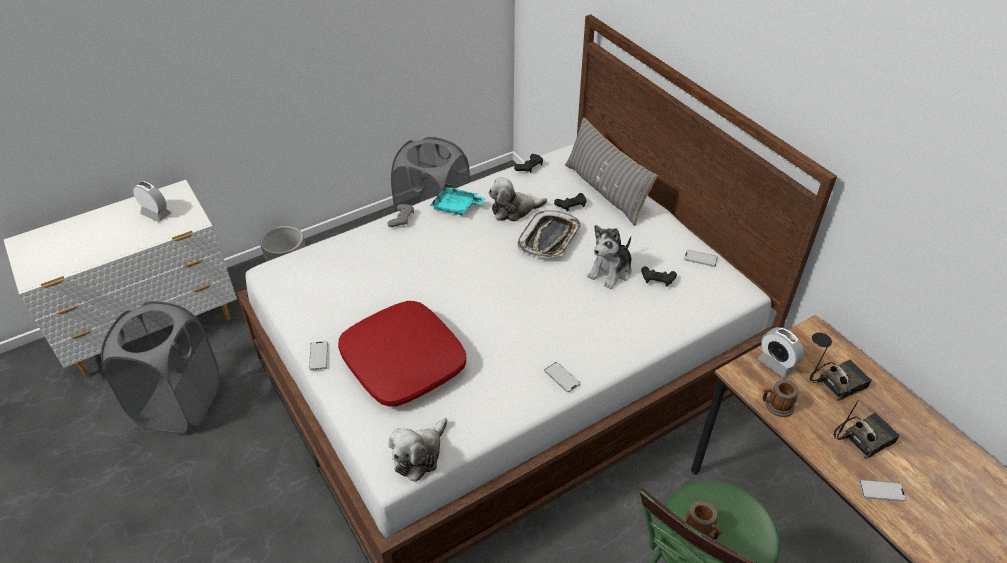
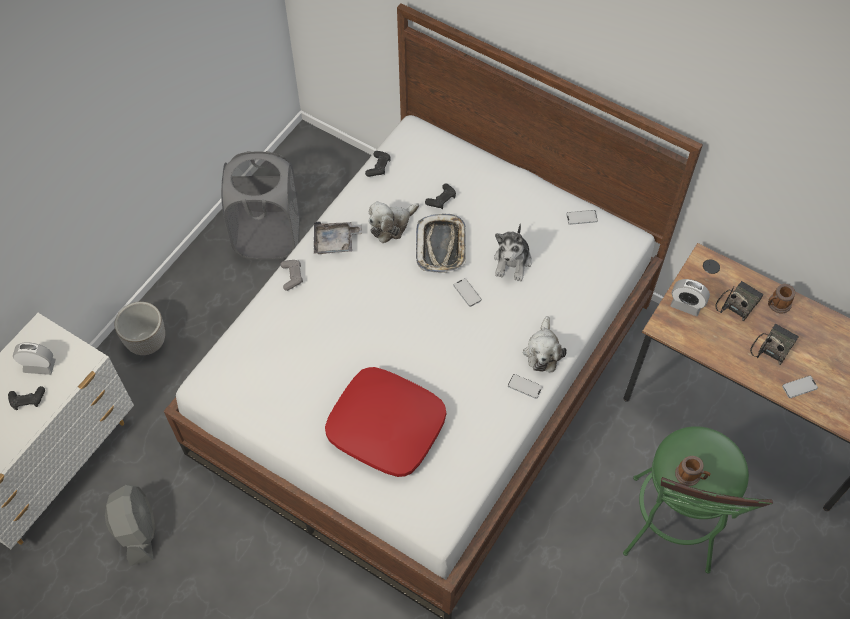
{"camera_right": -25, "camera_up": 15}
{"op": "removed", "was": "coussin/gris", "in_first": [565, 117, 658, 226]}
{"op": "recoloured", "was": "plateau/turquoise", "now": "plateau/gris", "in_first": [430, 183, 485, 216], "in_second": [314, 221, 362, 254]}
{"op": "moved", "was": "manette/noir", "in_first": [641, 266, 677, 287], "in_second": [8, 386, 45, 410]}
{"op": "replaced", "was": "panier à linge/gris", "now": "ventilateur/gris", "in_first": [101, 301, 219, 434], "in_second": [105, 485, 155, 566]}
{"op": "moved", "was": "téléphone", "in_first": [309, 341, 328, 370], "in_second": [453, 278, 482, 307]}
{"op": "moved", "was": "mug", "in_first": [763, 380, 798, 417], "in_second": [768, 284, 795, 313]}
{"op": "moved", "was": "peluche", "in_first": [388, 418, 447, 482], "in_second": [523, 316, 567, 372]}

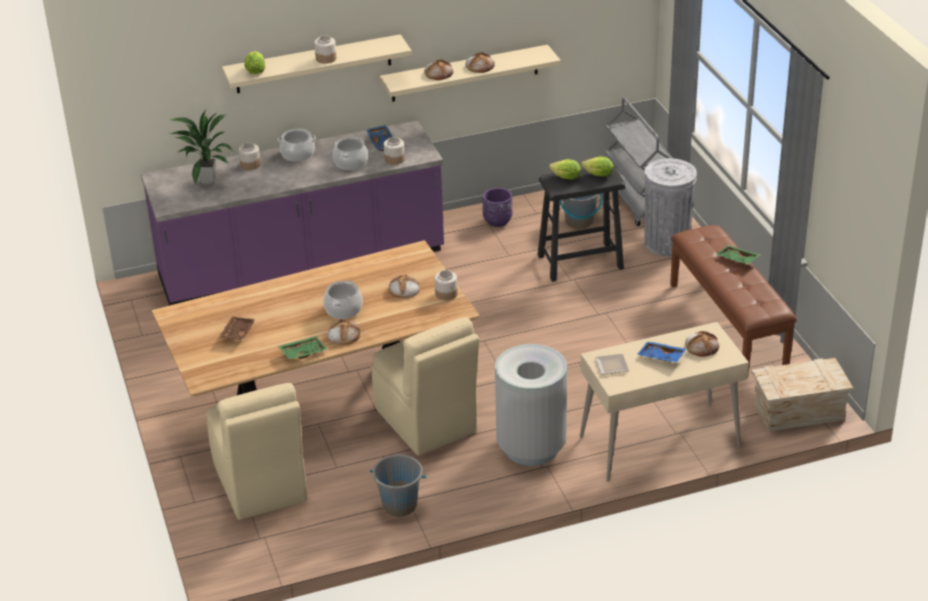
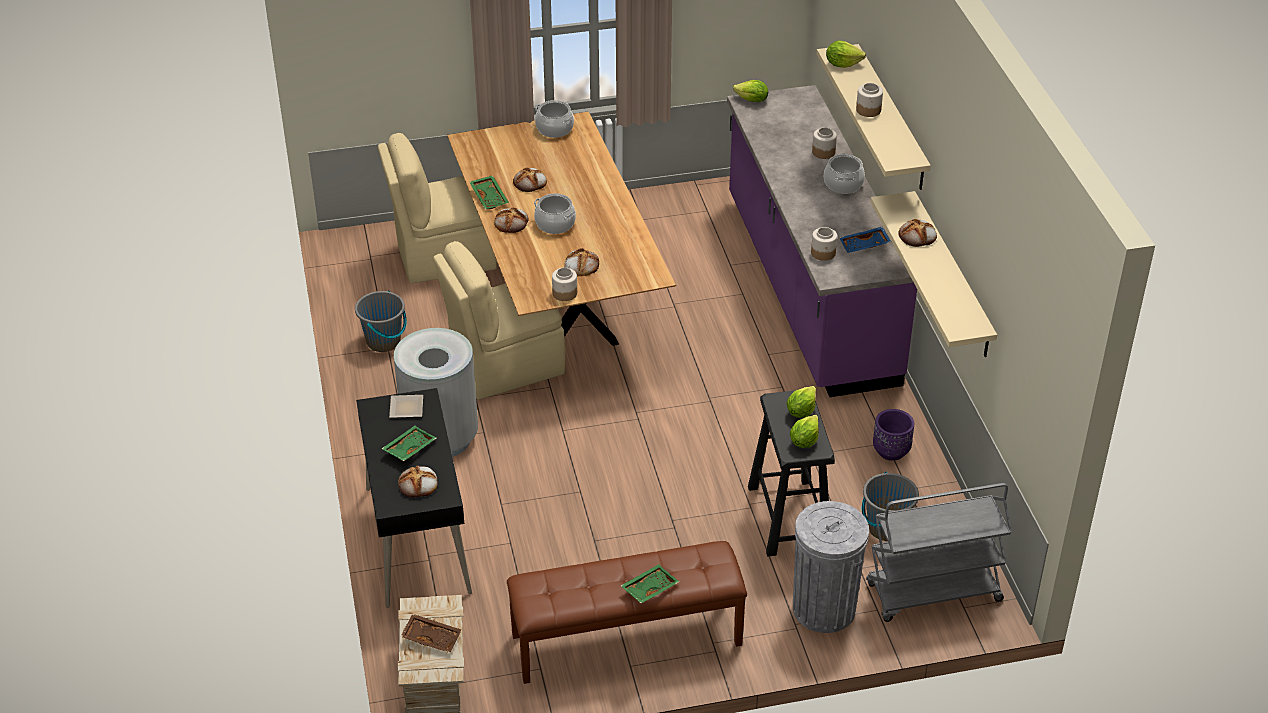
{"camera_right": 95, "camera_up": 5}
{"op": "moved", "was": "pain", "in_first": [465, 52, 495, 73], "in_second": [513, 168, 547, 192]}
{"op": "removed", "was": "plante en pot", "in_first": [168, 109, 234, 184]}
{"op": "moved", "was": "marmite", "in_first": [333, 137, 368, 170], "in_second": [535, 100, 574, 138]}
{"op": "moved", "was": "plateau/marron", "in_first": [219, 316, 256, 340], "in_second": [401, 614, 461, 653]}
{"op": "recoloured", "was": "bureau/beige", "now": "bureau/noir", "in_first": [580, 322, 749, 482], "in_second": [356, 388, 472, 608]}
{"op": "recoloured", "was": "plateau/bleu", "now": "plateau/vert", "in_first": [637, 341, 687, 363], "in_second": [381, 426, 436, 461]}
{"op": "added", "now": "laitue", "in_second": [733, 80, 768, 102]}

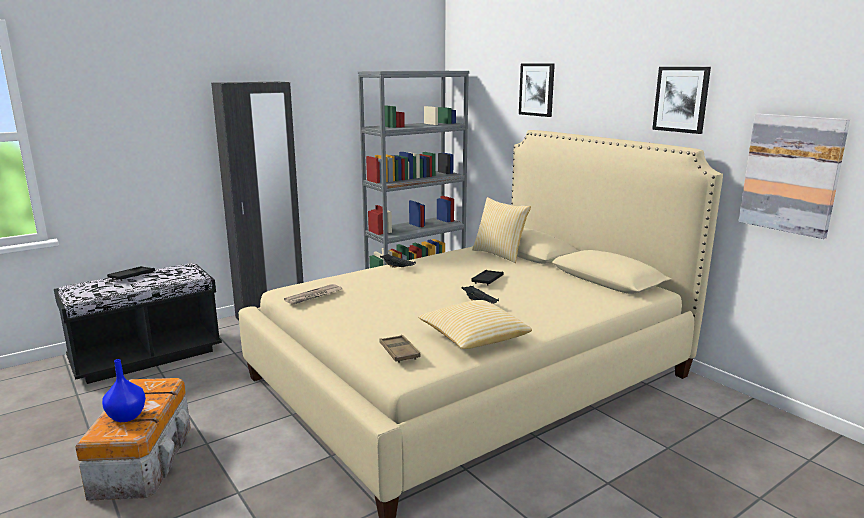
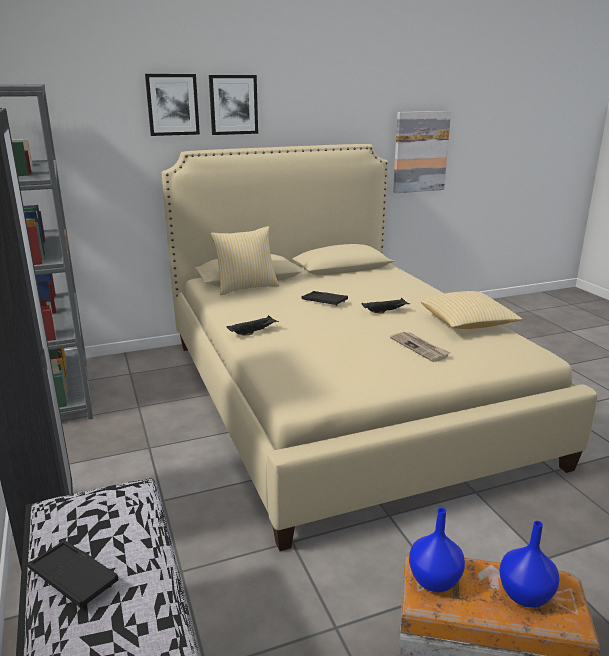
{"camera_right": -75, "camera_up": 5}
{"op": "moved", "was": "tableau", "in_first": [652, 67, 711, 134], "in_second": [209, 75, 258, 135]}
{"op": "moved", "was": "journal", "in_first": [284, 284, 342, 305], "in_second": [390, 332, 451, 362]}
{"op": "removed", "was": "plateau/marron", "in_first": [379, 335, 421, 363]}
{"op": "added", "now": "vase/bleu", "in_second": [409, 508, 465, 592]}

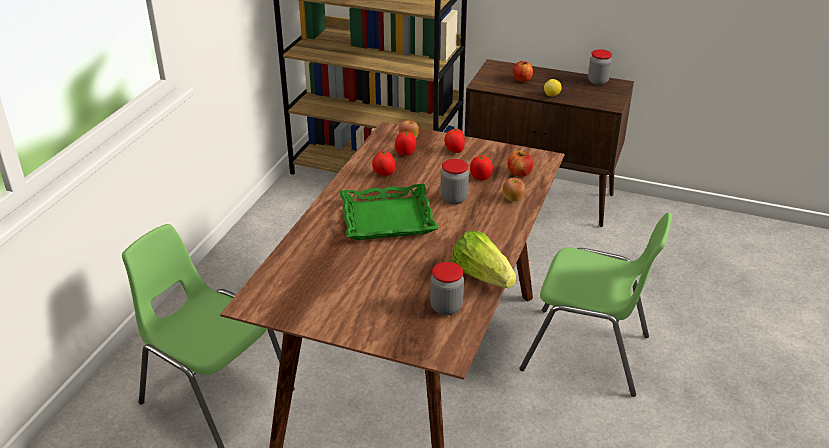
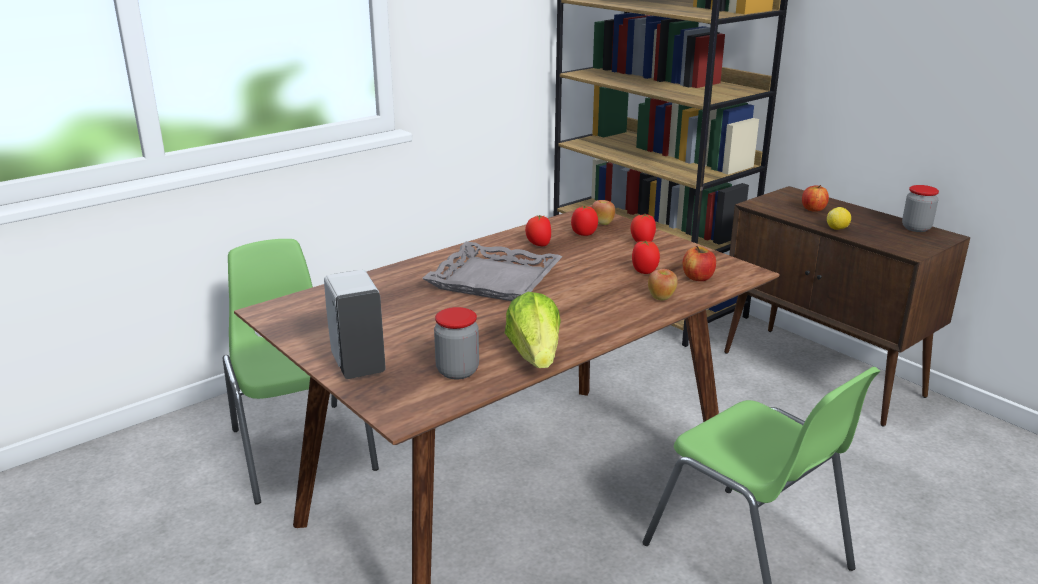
{"camera_right": 30, "camera_up": -10}
{"op": "removed", "was": "bocal", "in_first": [440, 159, 469, 205]}
{"op": "recoloured", "was": "plateau/vert", "now": "plateau/gris", "in_first": [340, 184, 438, 240], "in_second": [422, 241, 563, 301]}
{"op": "added", "now": "distributeur de savon/blanc", "in_second": [324, 270, 386, 379]}

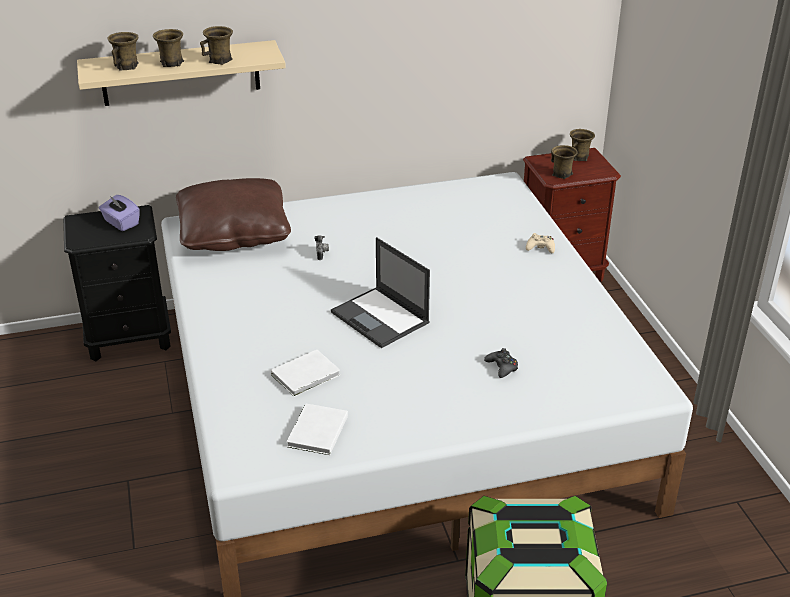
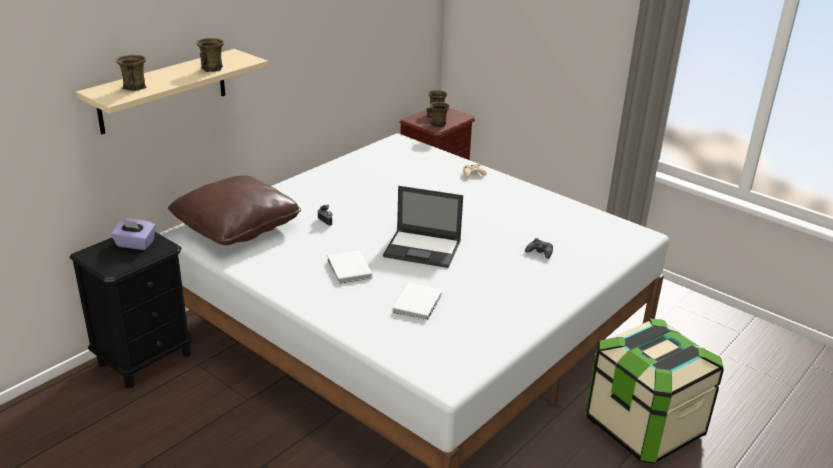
{"camera_right": -35, "camera_up": -5}
{"op": "removed", "was": "mug/marron", "in_first": [153, 29, 184, 67]}
{"op": "moved", "was": "livre/blanc", "in_first": [286, 404, 348, 455], "in_second": [327, 250, 372, 284]}

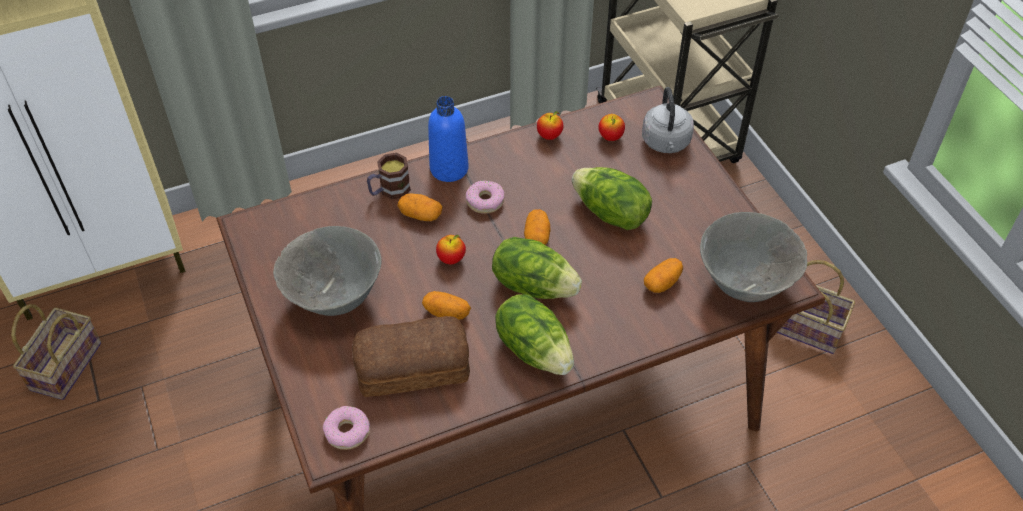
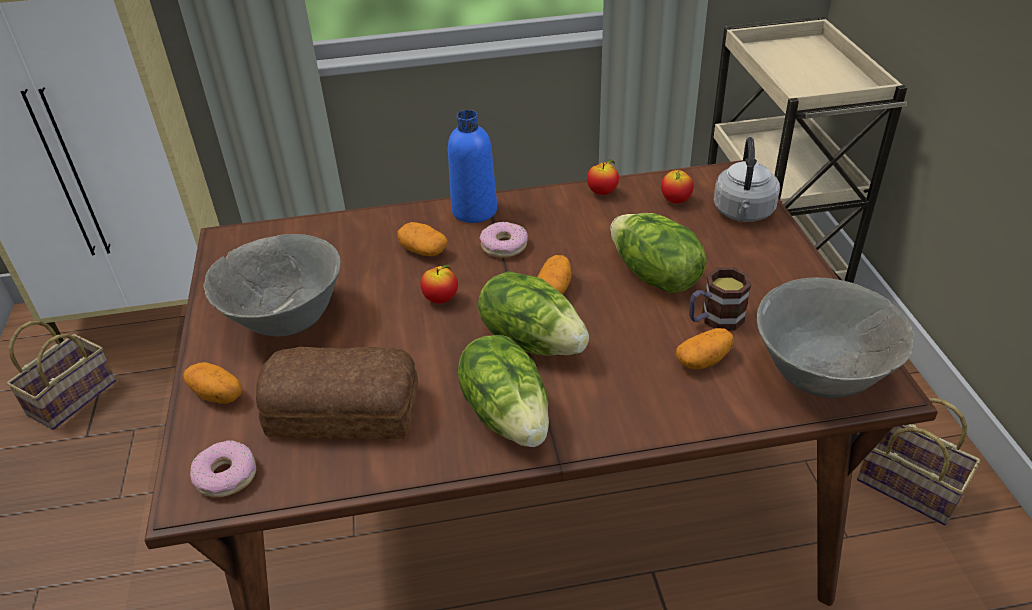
{"camera_right": 15, "camera_up": -10}
{"op": "moved", "was": "mug", "in_first": [367, 153, 411, 199], "in_second": [689, 267, 751, 331]}
{"op": "moved", "was": "pomme de terre", "in_first": [422, 291, 471, 320], "in_second": [183, 362, 242, 404]}

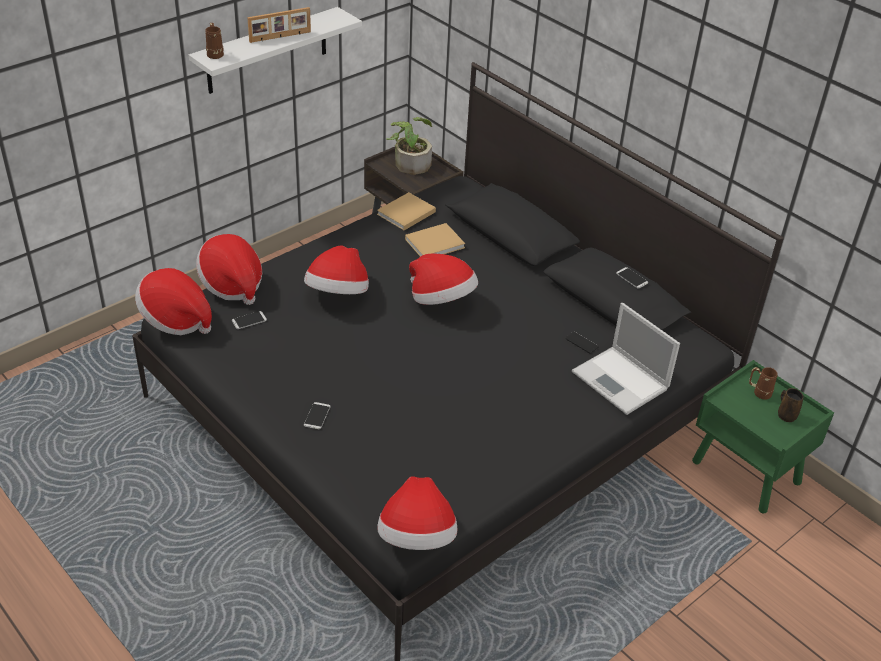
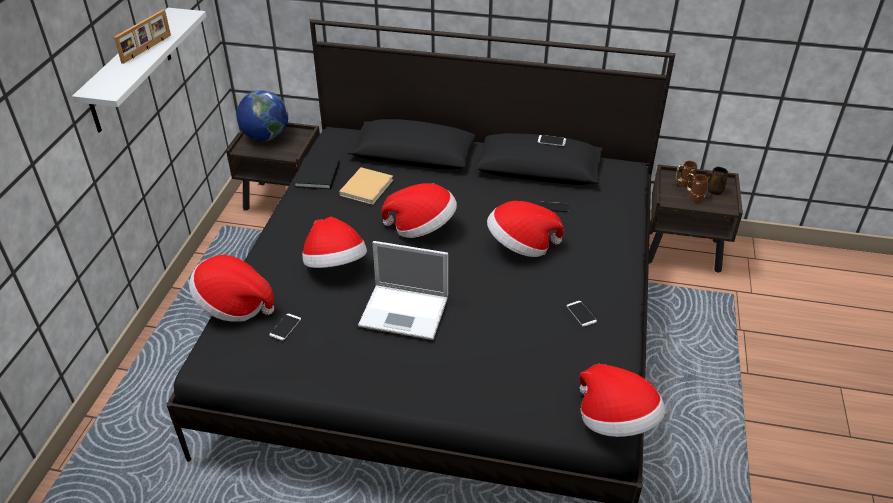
{"camera_right": -35, "camera_up": 0}
{"op": "moved", "was": "mug/marron", "in_first": [205, 23, 224, 59], "in_second": [686, 173, 708, 202]}
{"op": "replaced", "was": "plante en pot", "now": "globe", "in_first": [386, 117, 432, 175], "in_second": [237, 90, 288, 141]}
{"op": "recoloured", "was": "livre/beige", "now": "livre/noir", "in_first": [377, 192, 436, 230], "in_second": [294, 157, 340, 189]}
{"op": "moved", "was": "chapeau", "in_first": [135, 268, 212, 335], "in_second": [487, 201, 564, 257]}
{"op": "moved", "was": "ordinateur portable", "in_first": [572, 303, 680, 415], "in_second": [358, 241, 448, 340]}
{"op": "recoloured", "was": "table de chevet/vert", "now": "table de chevet/marron", "in_first": [692, 360, 834, 513], "in_second": [649, 165, 743, 273]}
{"op": "moved", "was": "téléphone", "in_first": [304, 402, 330, 429], "in_second": [567, 301, 597, 327]}

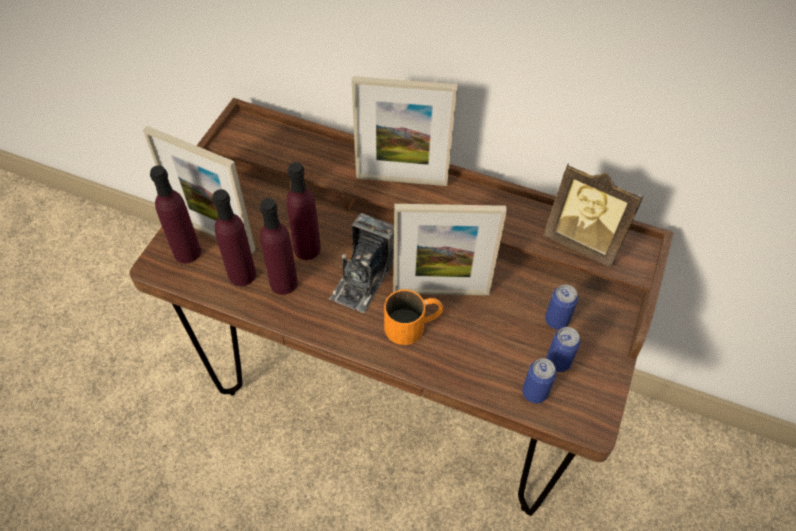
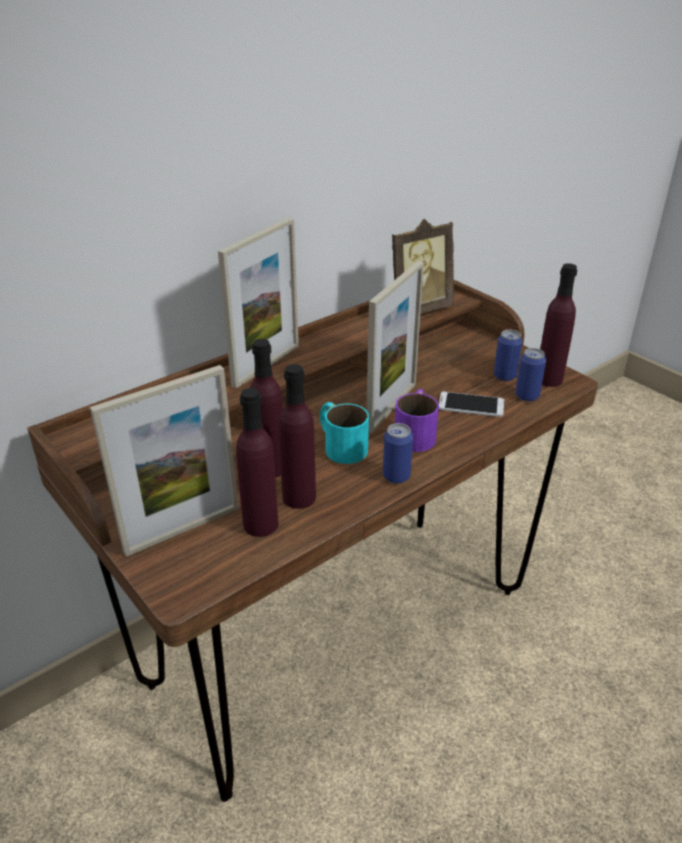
{"camera_right": -60, "camera_up": -20}
{"op": "moved", "was": "bouteille/violet", "in_first": [150, 166, 201, 263], "in_second": [540, 263, 577, 387]}
{"op": "replaced", "was": "appareil photo", "now": "mug/turquoise", "in_first": [329, 213, 394, 313], "in_second": [320, 402, 369, 464]}
{"op": "moved", "was": "boîte métallique", "in_first": [545, 284, 578, 330], "in_second": [383, 423, 413, 484]}
{"op": "recoloured", "was": "mug/orange", "now": "mug/violet", "in_first": [384, 290, 443, 345], "in_second": [395, 389, 439, 452]}
{"op": "added", "now": "téléphone", "in_second": [439, 392, 504, 417]}

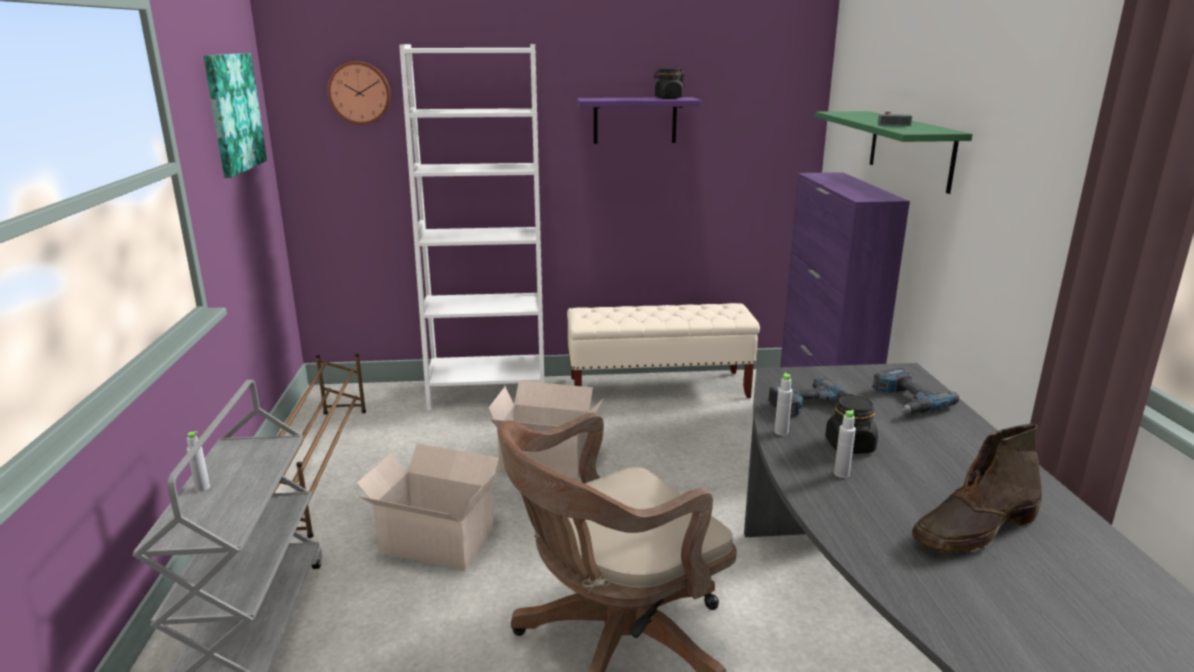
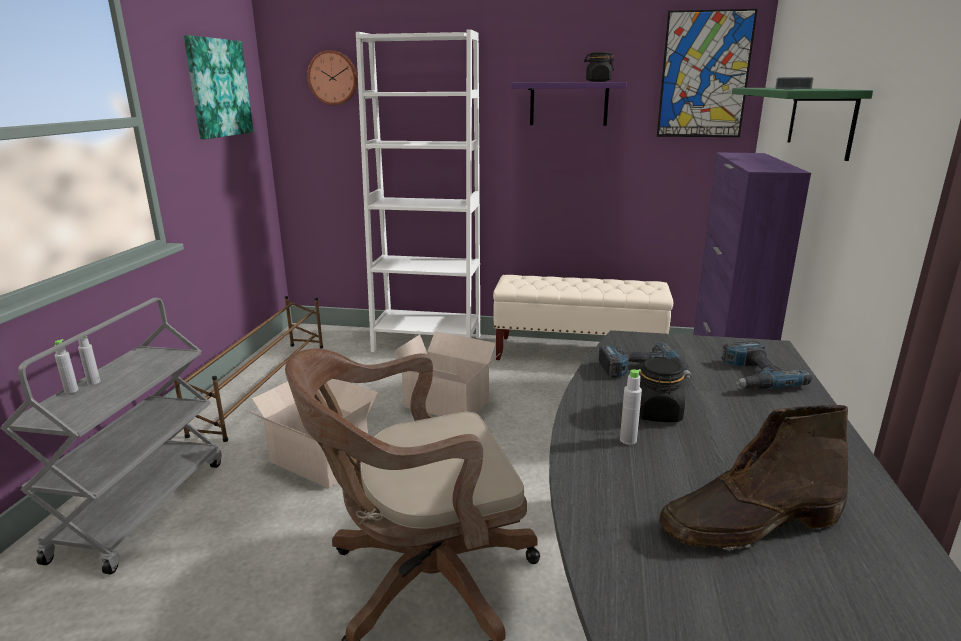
{"camera_right": 15, "camera_up": 0}
{"op": "moved", "was": "bouteille/gris", "in_first": [775, 373, 793, 435], "in_second": [54, 339, 78, 394]}
{"op": "added", "now": "tableau", "in_second": [657, 9, 758, 137]}

